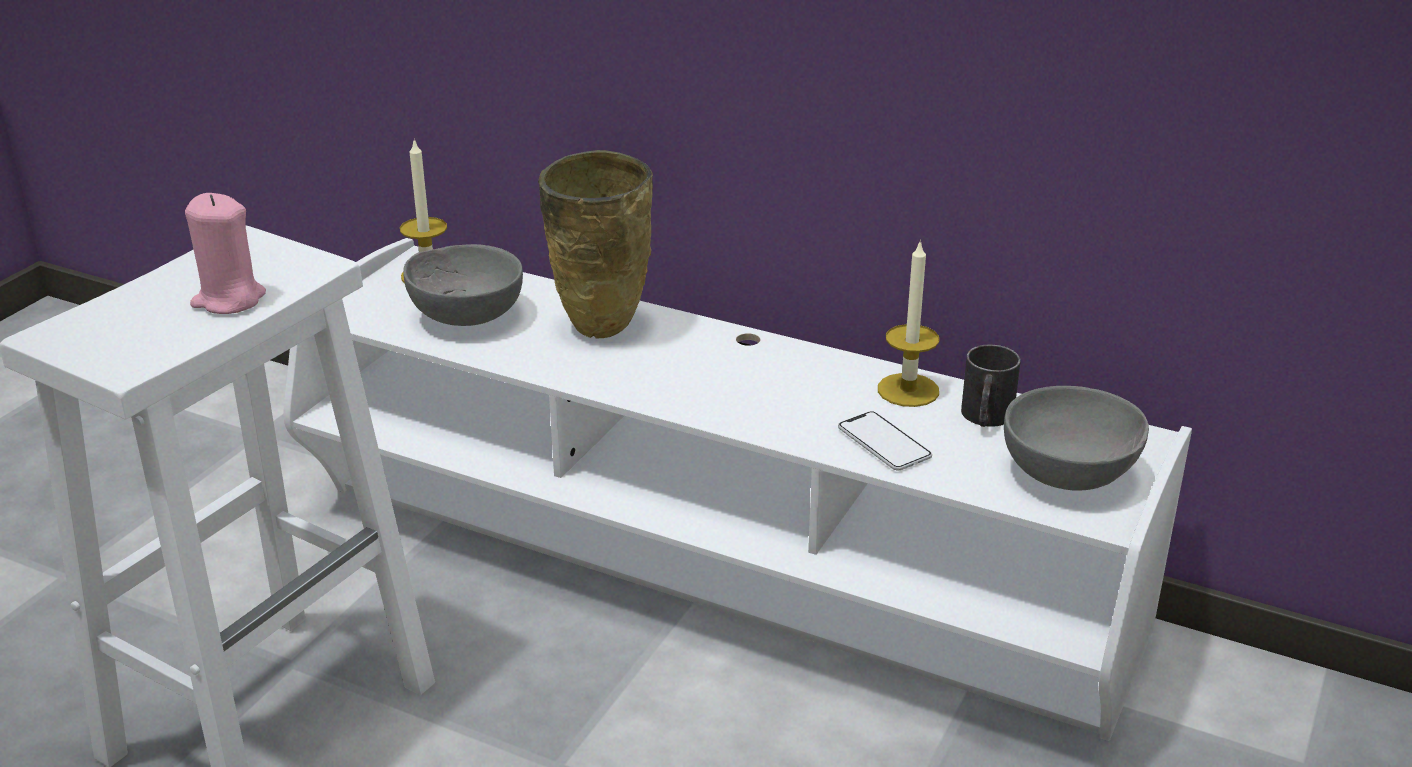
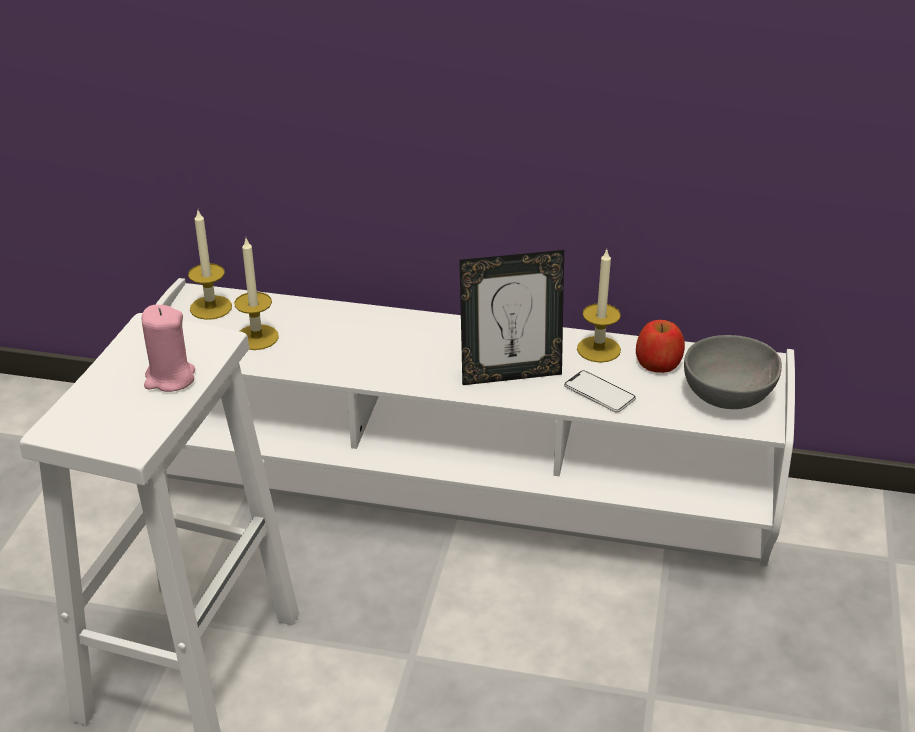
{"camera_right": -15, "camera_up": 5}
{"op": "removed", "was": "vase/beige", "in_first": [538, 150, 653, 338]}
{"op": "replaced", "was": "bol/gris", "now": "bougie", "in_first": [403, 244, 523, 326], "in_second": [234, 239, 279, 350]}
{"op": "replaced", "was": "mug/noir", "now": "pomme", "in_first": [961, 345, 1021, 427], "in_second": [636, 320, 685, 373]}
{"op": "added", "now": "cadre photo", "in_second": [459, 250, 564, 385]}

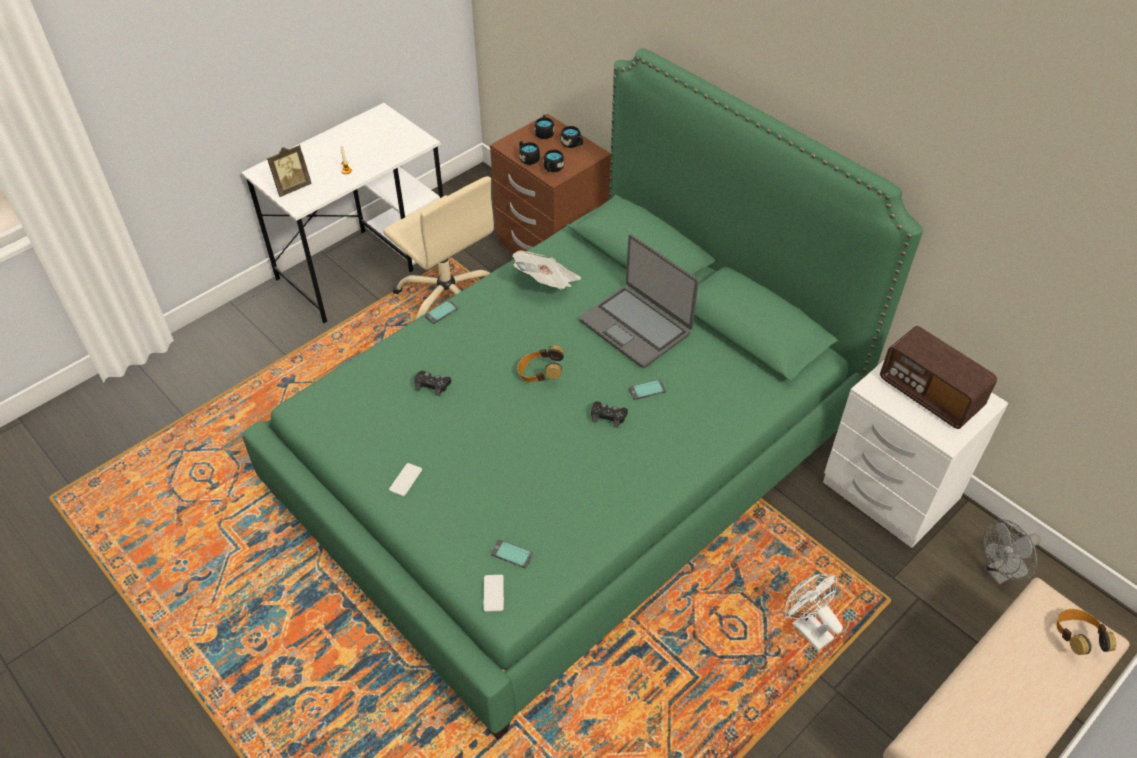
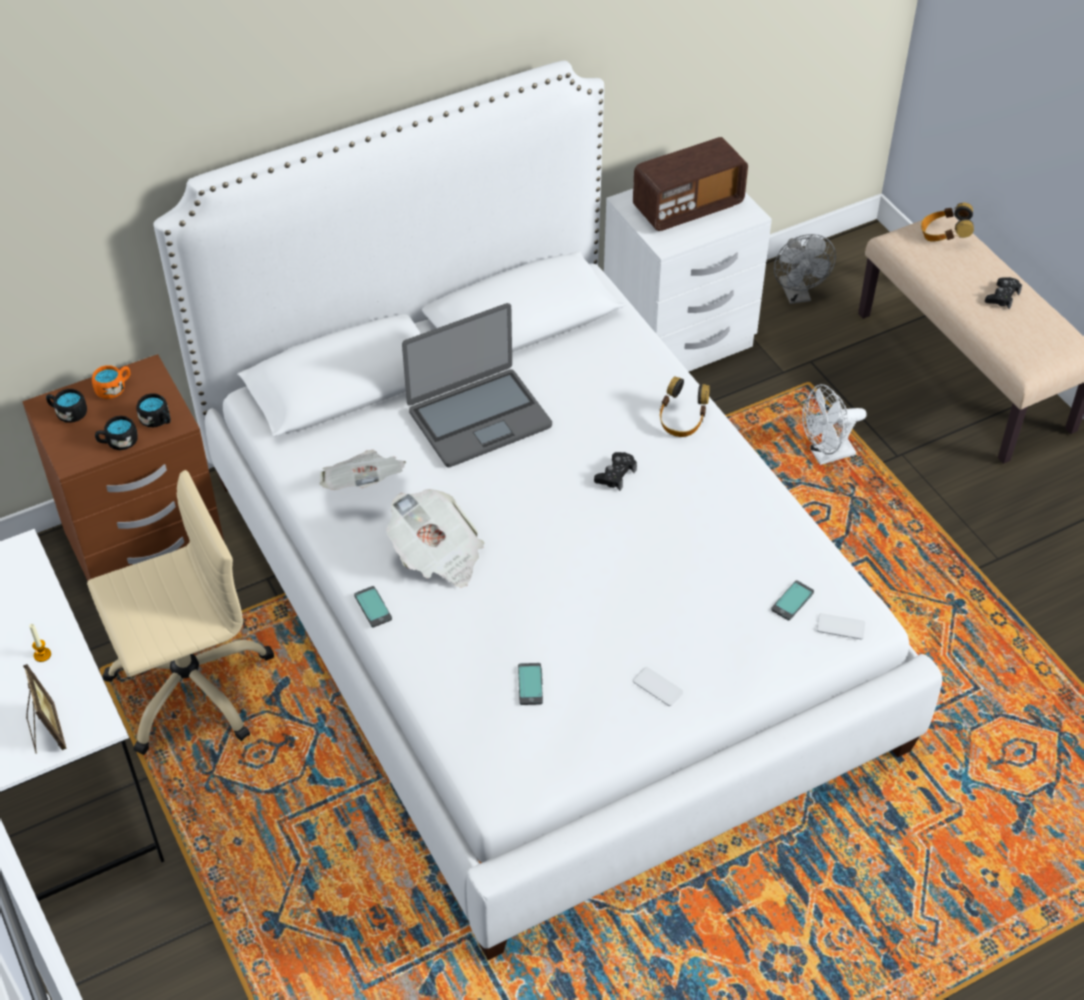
{"camera_right": -75, "camera_up": 0}
{"op": "recoloured", "was": "lit/vert", "now": "lit/blanc", "in_first": [242, 48, 923, 740], "in_second": [153, 60, 943, 960]}
{"op": "recoloured", "was": "mug/noir", "now": "mug/orange", "in_first": [560, 126, 583, 148], "in_second": [92, 365, 130, 399]}
{"op": "moved", "was": "casque audio", "in_first": [517, 345, 564, 382], "in_second": [660, 376, 710, 437]}
{"op": "moved", "was": "manette/noir", "in_first": [414, 371, 451, 396], "in_second": [985, 277, 1022, 309]}
{"op": "moved", "was": "téléphone", "in_first": [629, 379, 666, 400], "in_second": [518, 663, 543, 705]}
{"op": "added", "now": "journal", "in_second": [386, 489, 484, 588]}

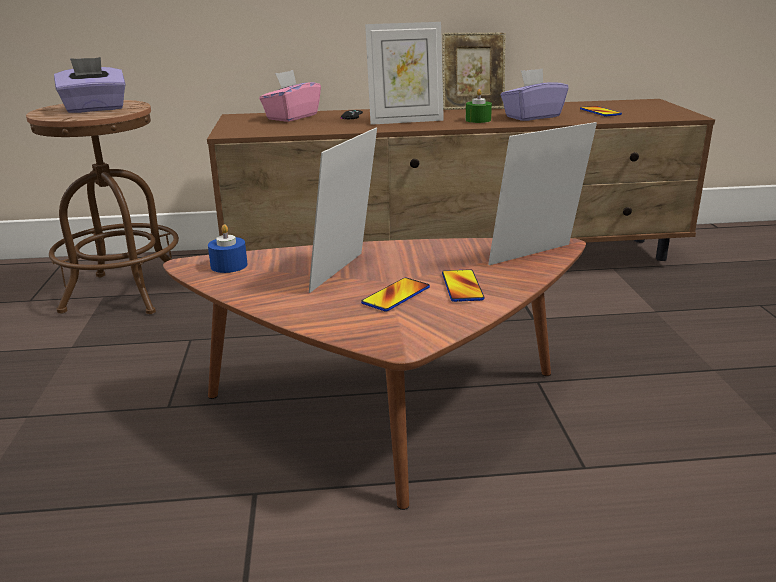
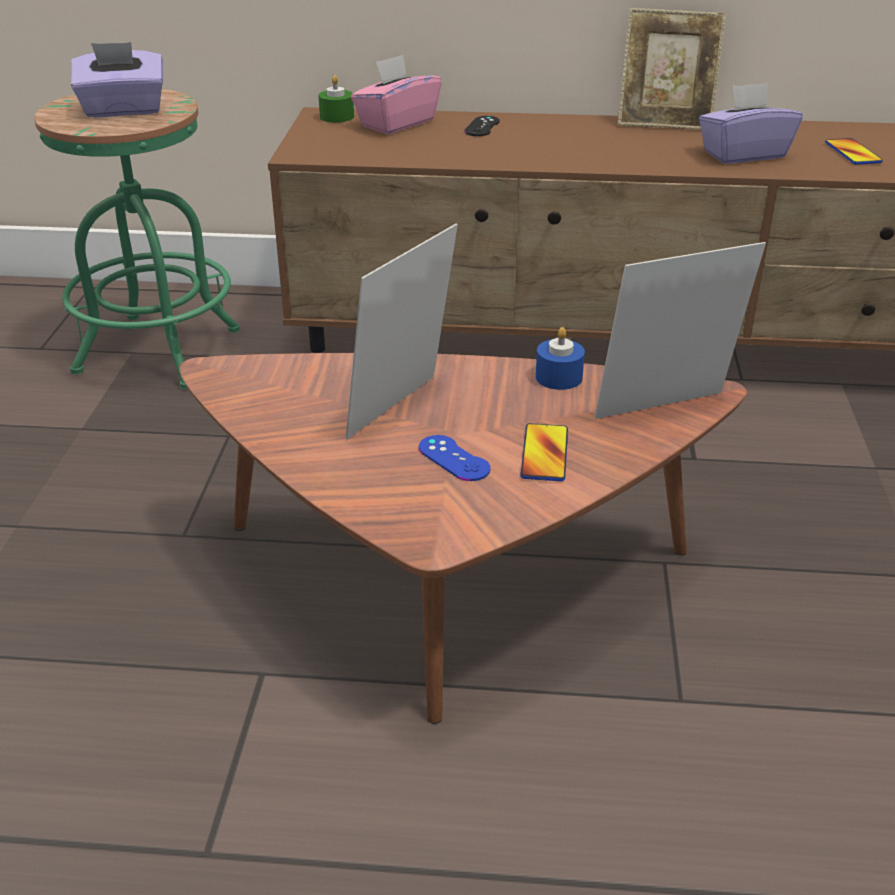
{"camera_right": 10, "camera_up": 10}
{"op": "removed", "was": "cadre photo", "in_first": [365, 22, 444, 125]}
{"op": "moved", "was": "bougie/vert", "in_first": [466, 89, 492, 123], "in_second": [318, 75, 354, 123]}
{"op": "recoloured", "was": "tabouret/marron", "now": "tabouret/vert", "in_first": [26, 100, 179, 314], "in_second": [34, 89, 240, 389]}
{"op": "moved", "was": "bougie/bleu", "in_first": [208, 224, 247, 273], "in_second": [536, 327, 585, 390]}
{"op": "replaced", "was": "téléphone", "now": "manette/bleu", "in_first": [361, 278, 430, 312], "in_second": [419, 435, 490, 481]}

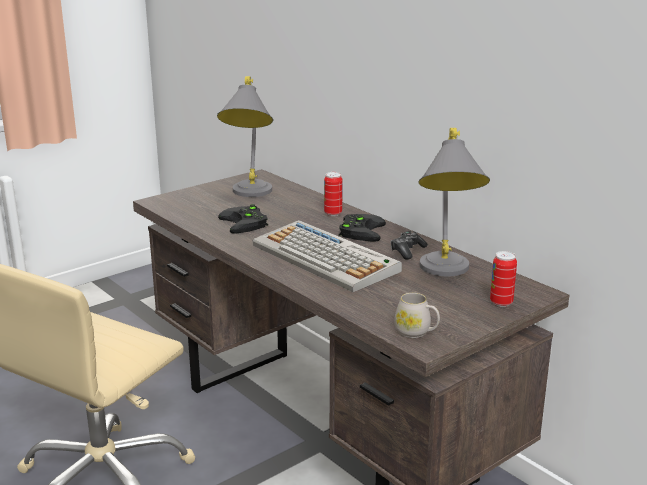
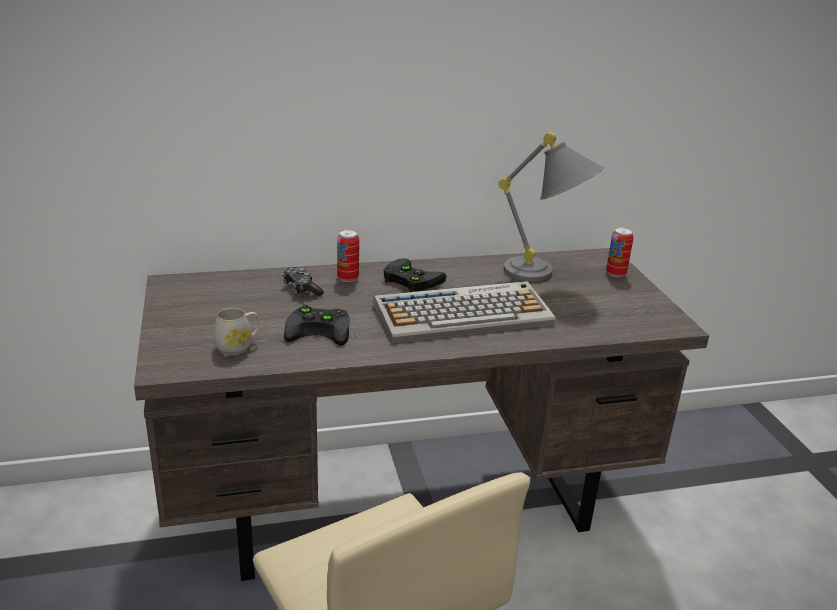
{"camera_right": -65, "camera_up": 5}
{"op": "removed", "was": "lampe de table/gris", "in_first": [217, 76, 273, 197]}
{"op": "moved", "was": "manette", "in_first": [390, 231, 428, 260], "in_second": [282, 267, 324, 296]}
{"op": "moved", "was": "mug/blanc", "in_first": [394, 293, 440, 338], "in_second": [213, 308, 260, 355]}

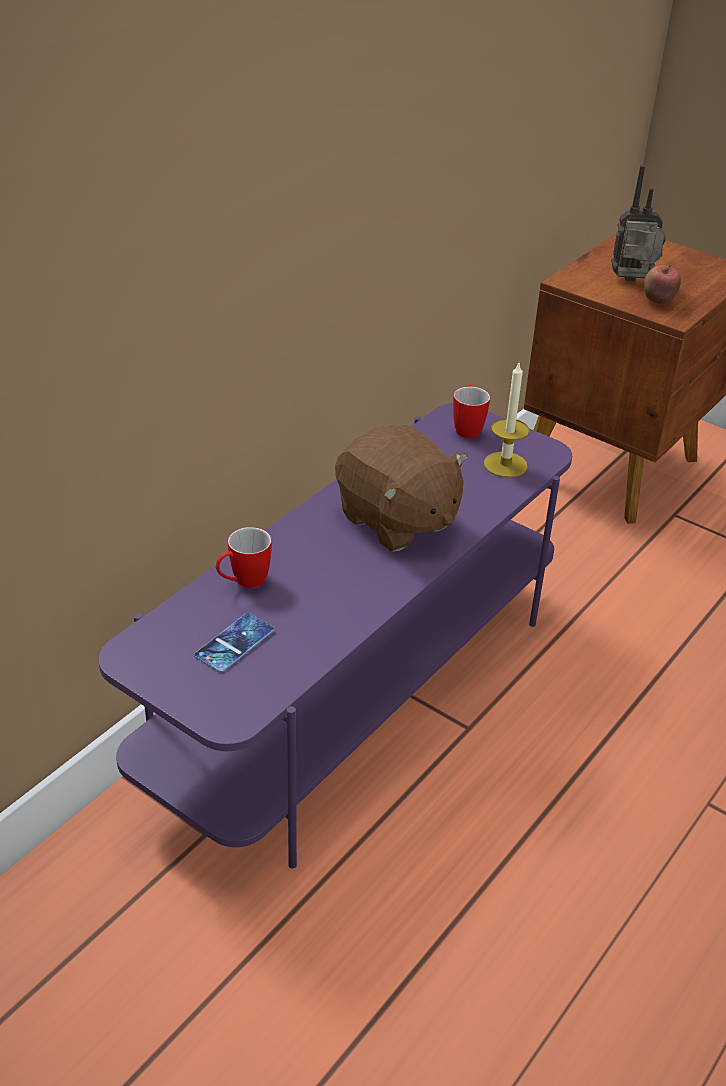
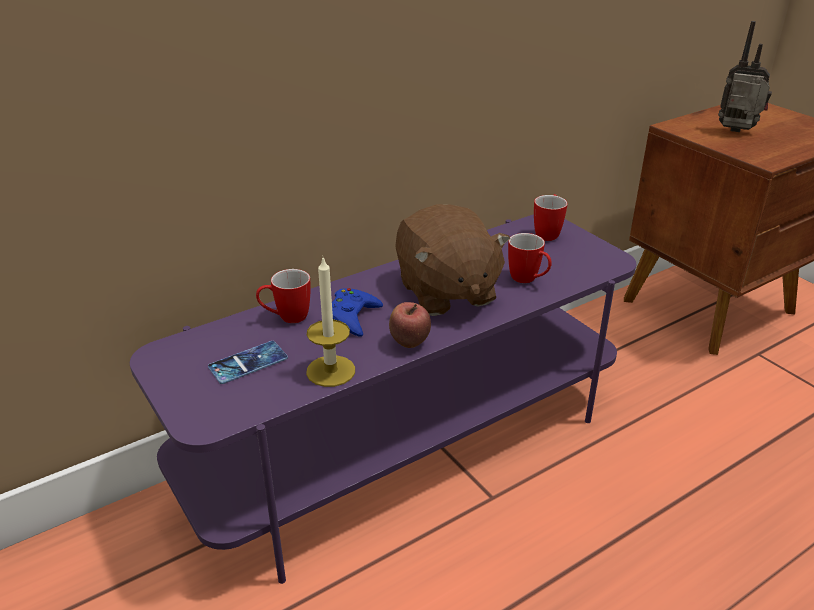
{"camera_right": 20, "camera_up": -5}
{"op": "moved", "was": "pomme", "in_first": [644, 265, 681, 305], "in_second": [389, 302, 431, 348]}
{"op": "moved", "was": "bougie", "in_first": [484, 363, 529, 478], "in_second": [306, 257, 355, 387]}
{"op": "added", "now": "mug", "in_second": [508, 233, 552, 283]}
{"op": "added", "now": "manette/bleu", "in_second": [332, 288, 383, 337]}

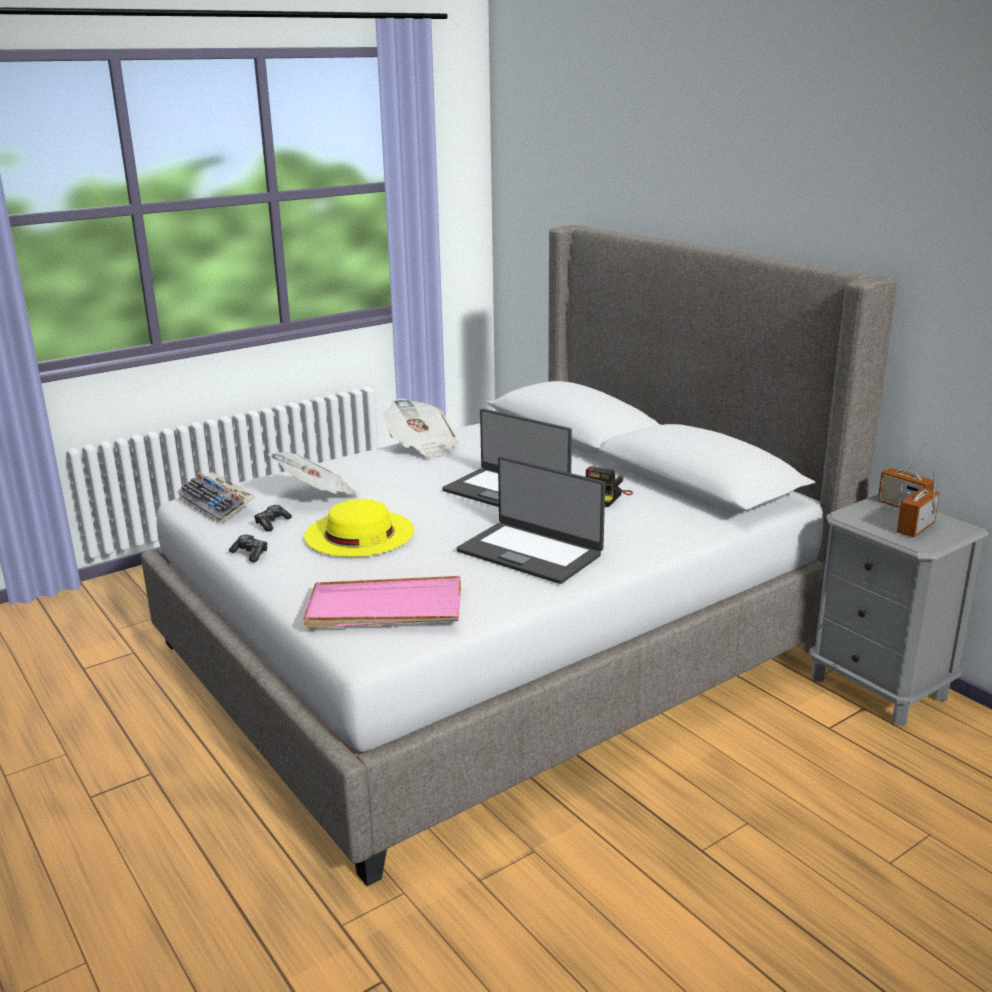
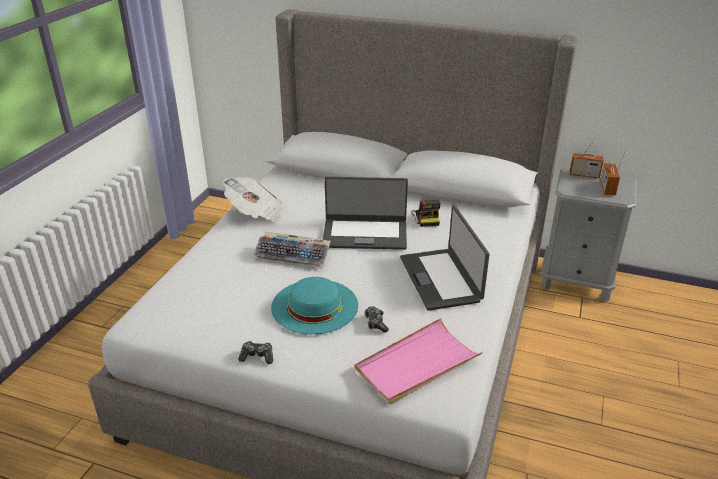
{"camera_right": -35, "camera_up": 10}
{"op": "removed", "was": "journal", "in_first": [268, 452, 360, 495]}
{"op": "turned", "was": "ordinateur portable", "in_first": [457, 456, 605, 584], "in_second": [400, 205, 490, 311], "clockwise": 75}
{"op": "moved", "was": "clavier", "in_first": [177, 472, 255, 524], "in_second": [254, 232, 331, 269]}
{"op": "recoloured", "was": "chapeau/jaune", "now": "chapeau/turquoise", "in_first": [304, 499, 414, 557], "in_second": [271, 277, 358, 334]}
{"op": "moved", "was": "manette", "in_first": [254, 505, 292, 531], "in_second": [365, 306, 389, 333]}

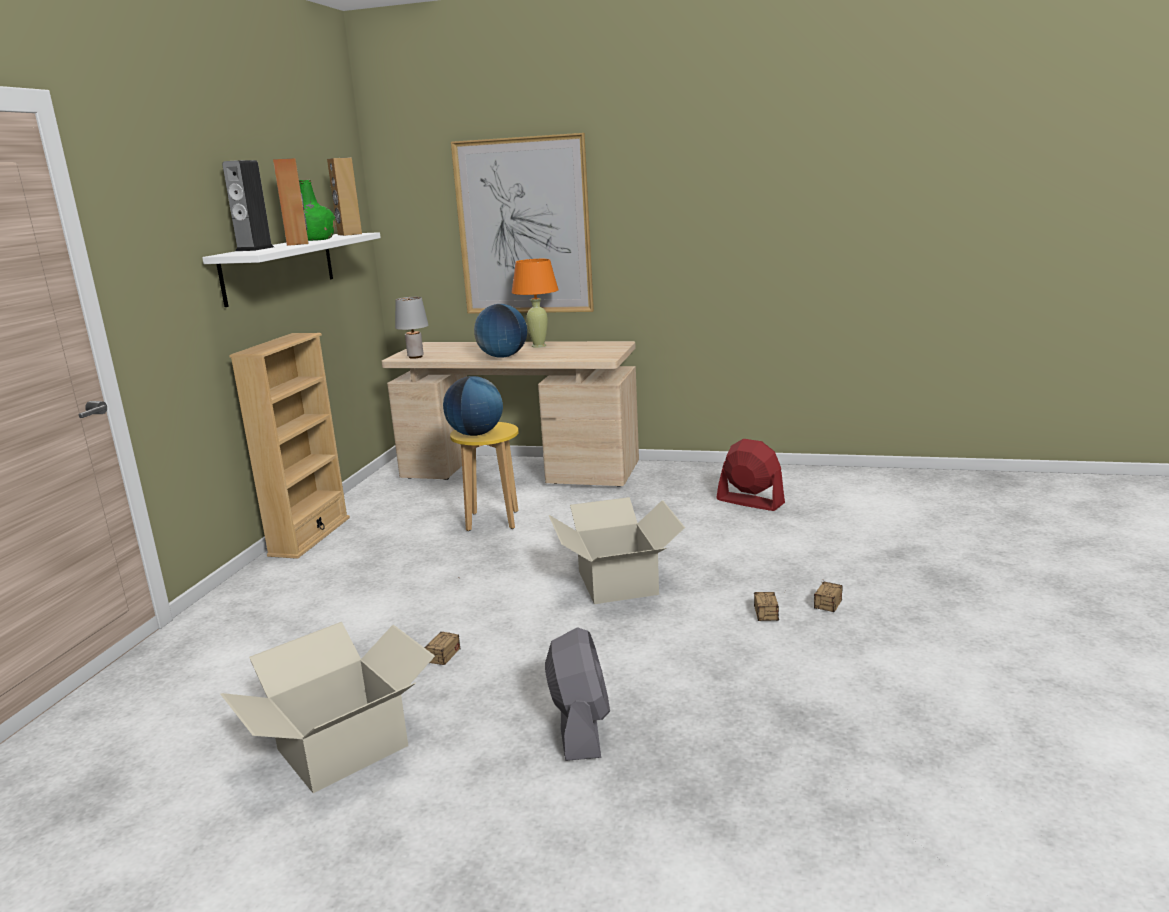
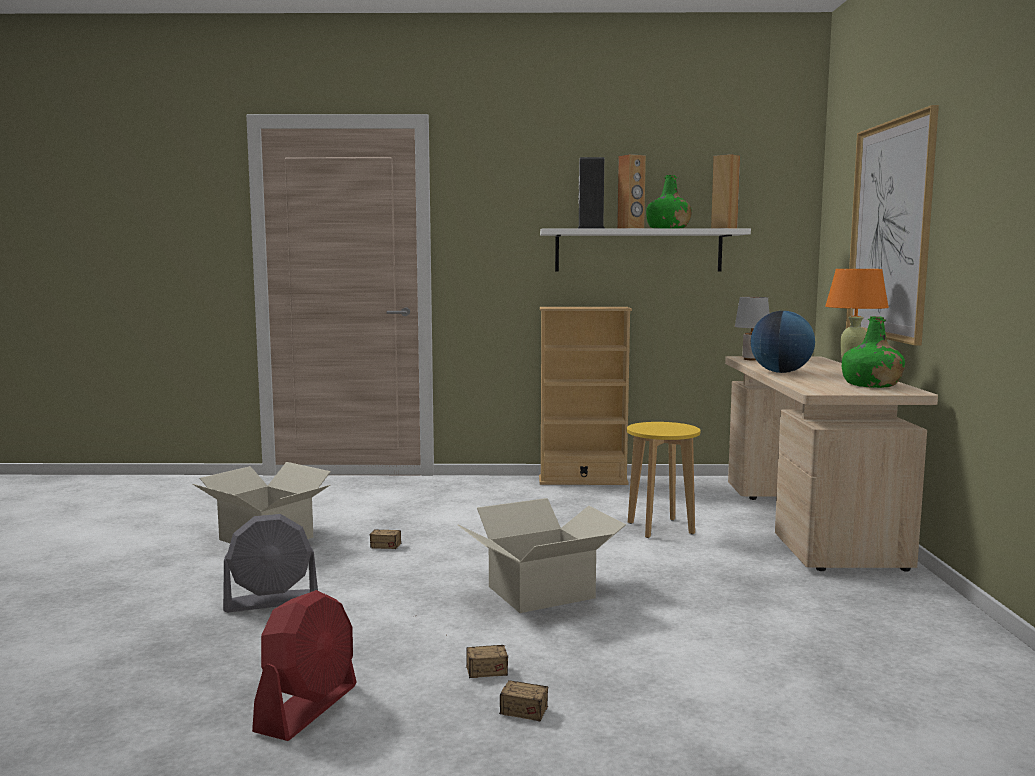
{"camera_right": 75, "camera_up": -10}
{"op": "removed", "was": "globe", "in_first": [443, 376, 503, 436]}
{"op": "moved", "was": "ventilateur/rouge", "in_first": [716, 439, 785, 511], "in_second": [252, 590, 356, 741]}
{"op": "added", "now": "bouteille/vert", "in_second": [842, 316, 905, 388]}

